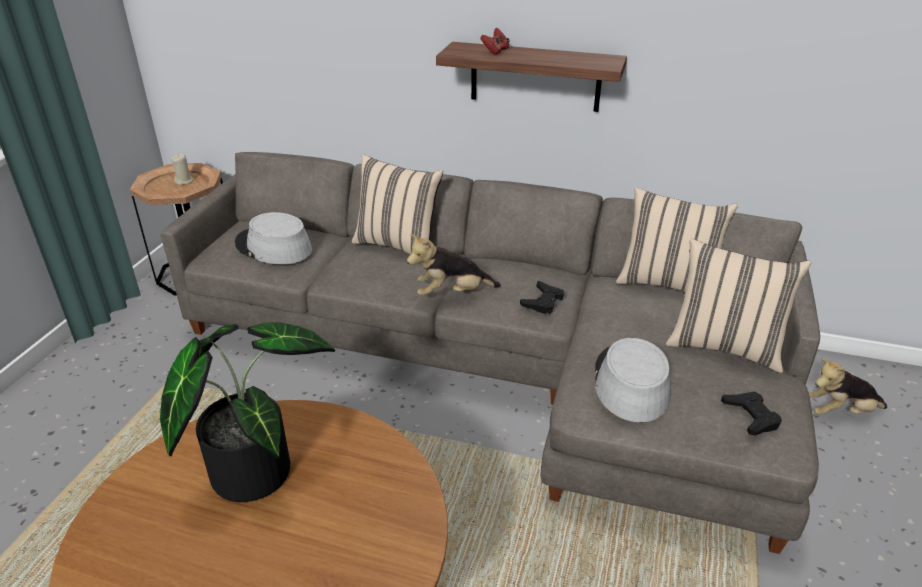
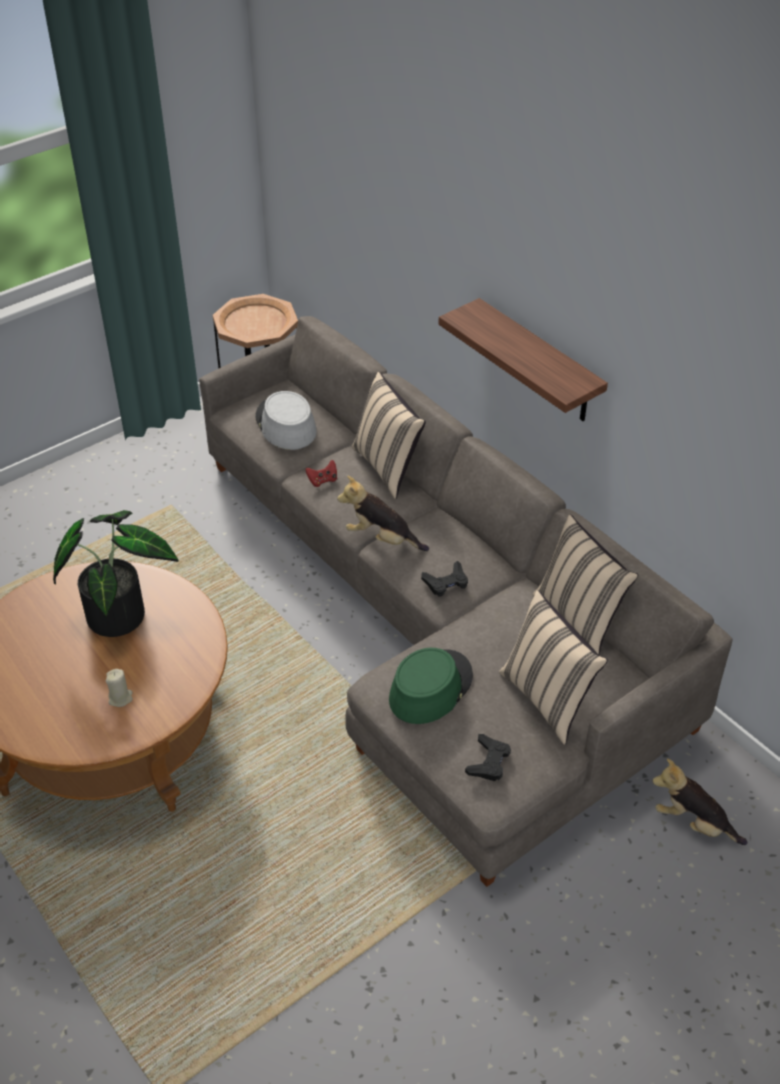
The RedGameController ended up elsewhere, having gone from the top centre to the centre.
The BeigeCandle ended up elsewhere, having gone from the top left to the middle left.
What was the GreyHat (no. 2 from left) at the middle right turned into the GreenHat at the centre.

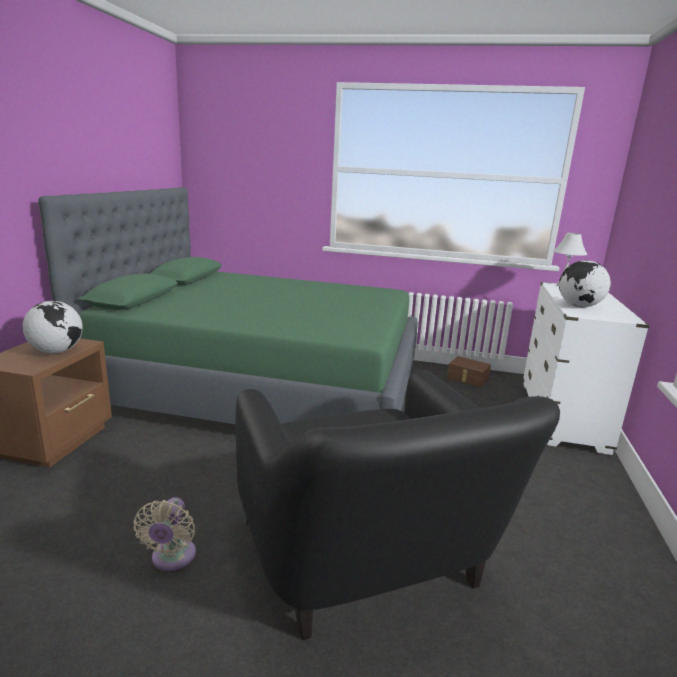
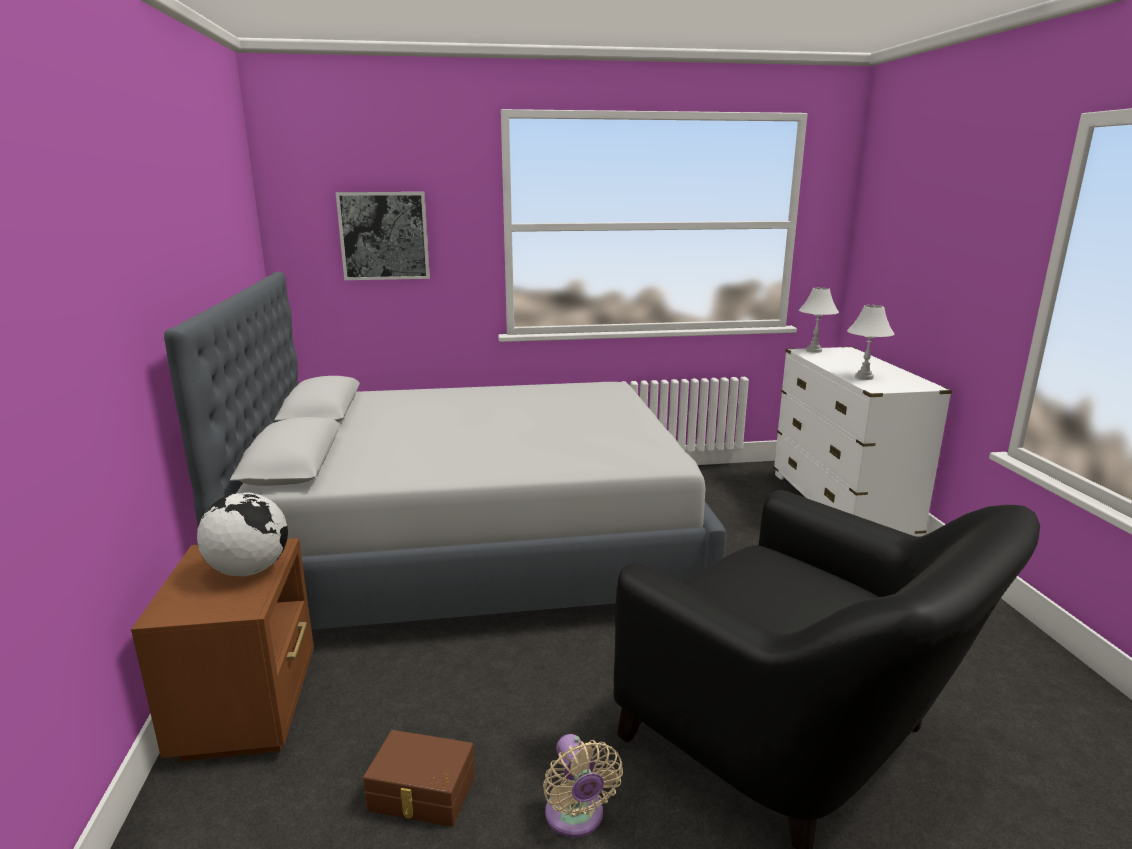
What was the GreenBed at the centre turned into the GreyBed at the centre.
Where the Globe (no. 2 from left) stood at the middle right, the WhiteTableLamp (no. 2 from left) came to stand at the middle right.
The BrownStorageBox ended up elsewhere, having gone from the middle right to the bottom centre.
The second view gained the Picture at the top centre.

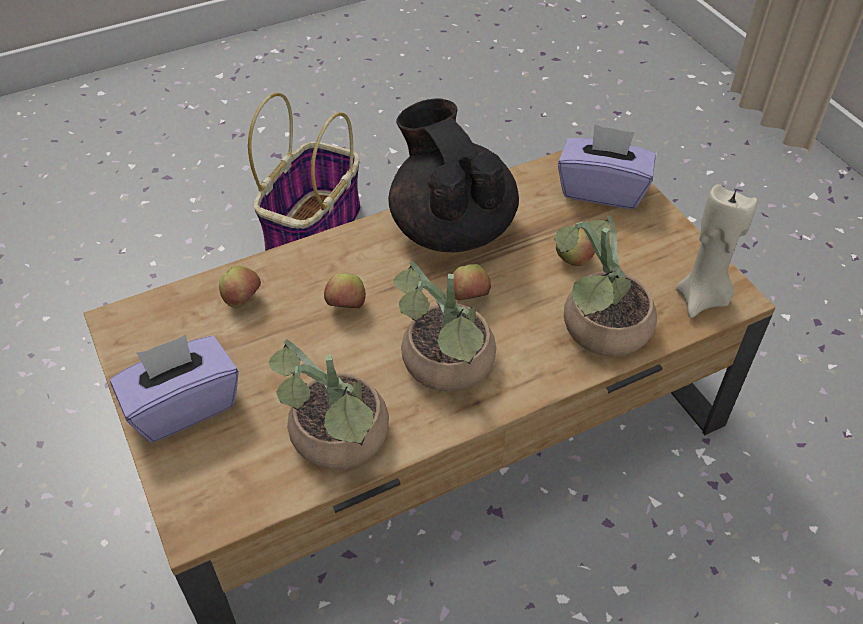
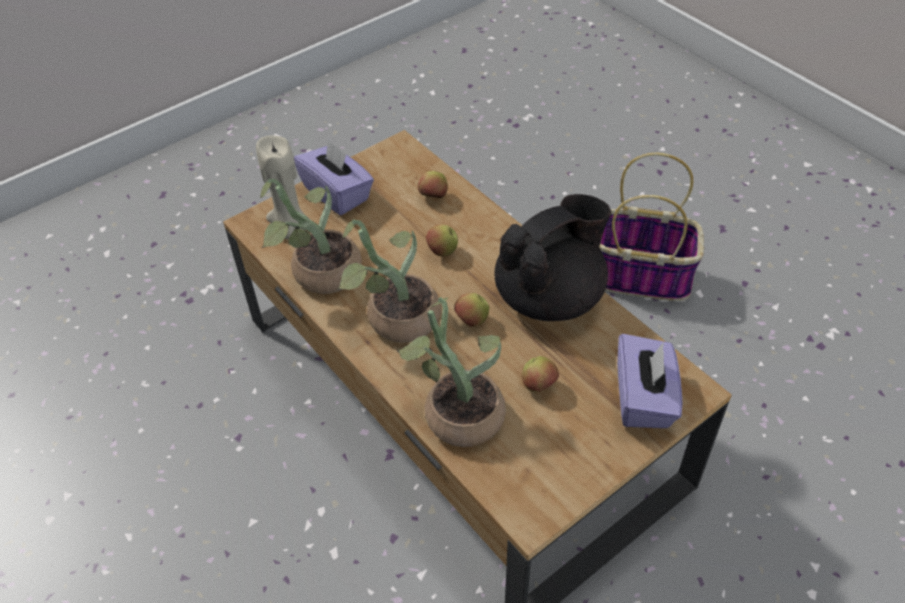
The BeigeCandle ended up elsewhere, having gone from the middle right to the top left.

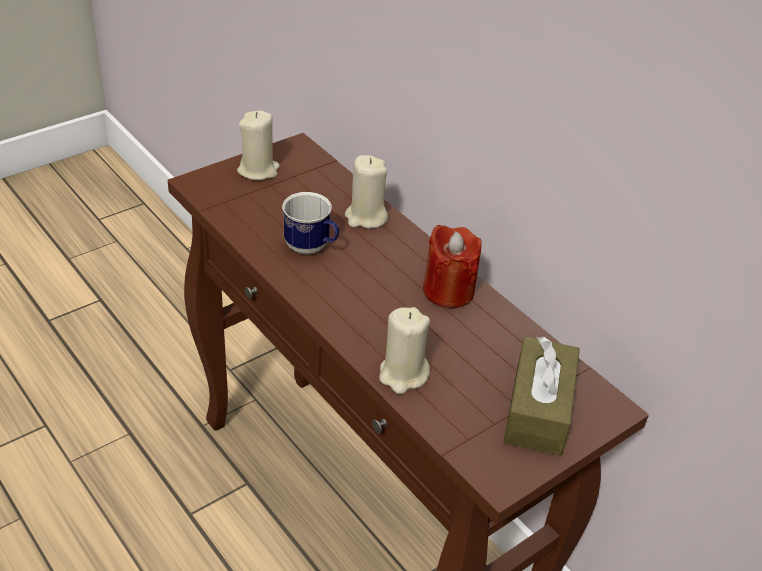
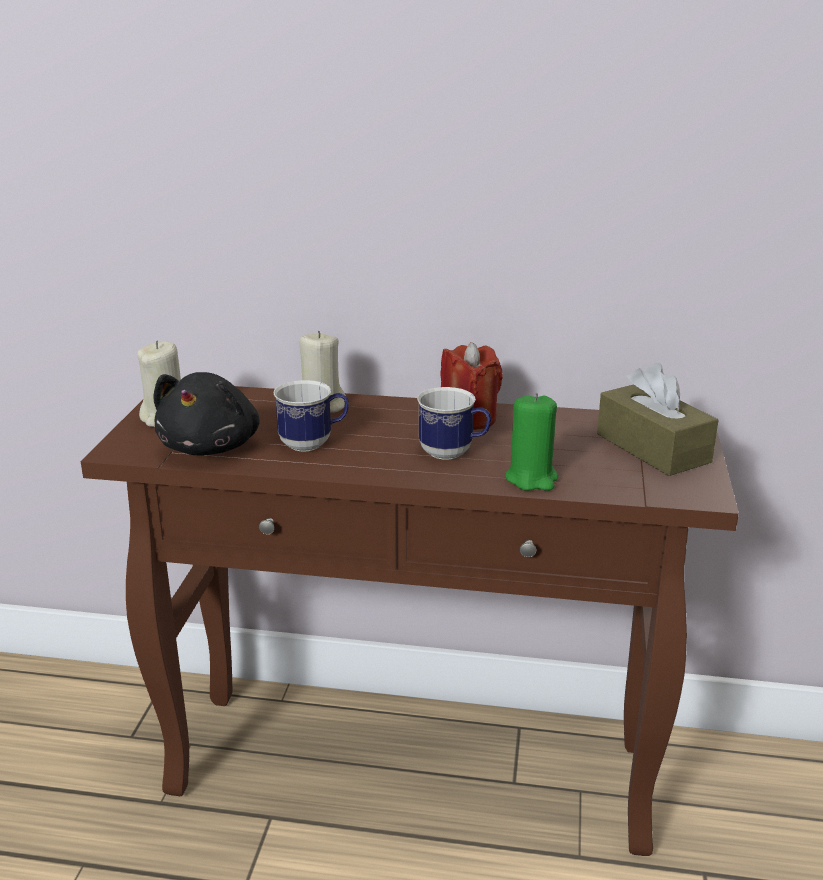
What was the BeigeCandle (no. 3 from left) at the centre turned into the GreenCandle at the centre.
The second view gained the BlackPlushToy at the middle left.
The second view gained the Mug (no. 2 from left) at the centre.

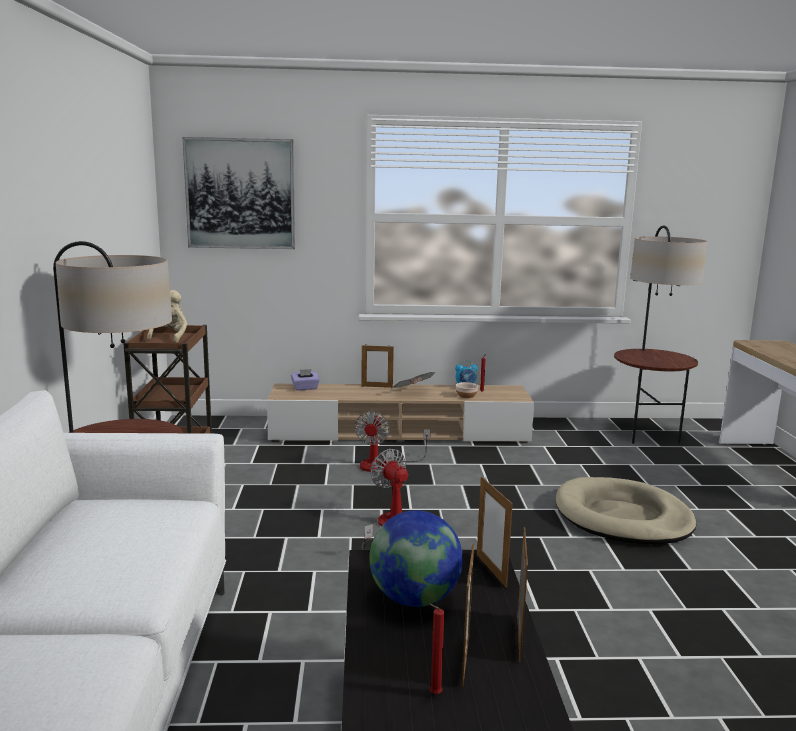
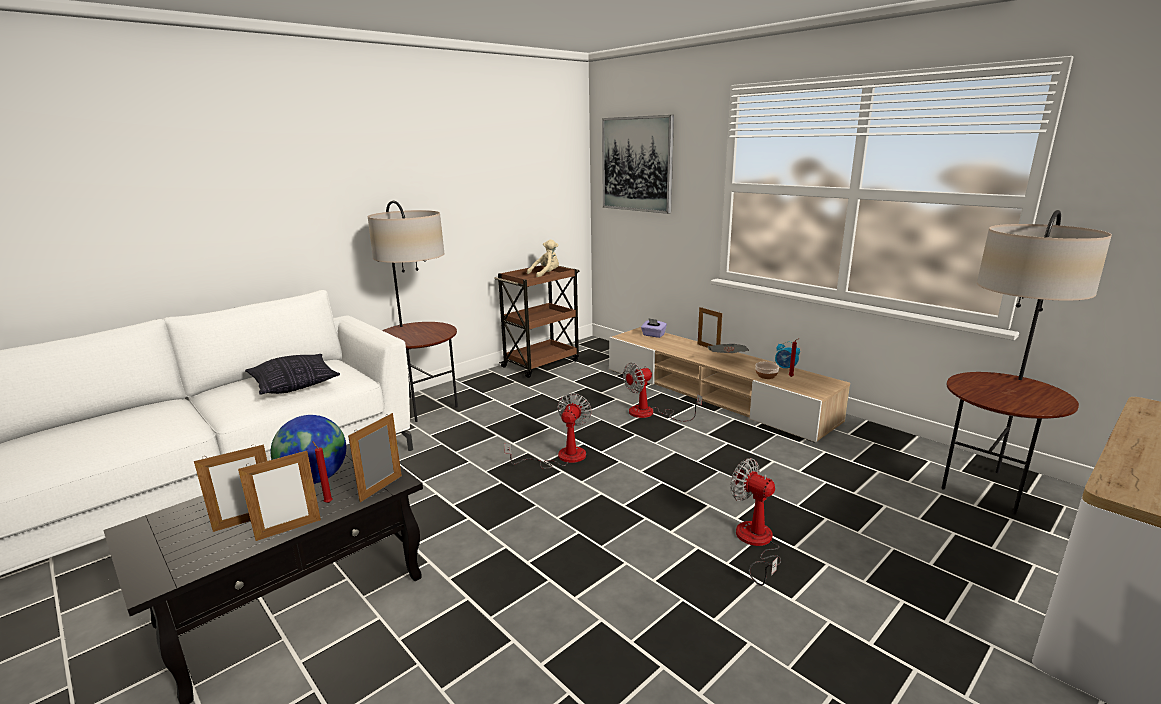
Where the BeigeDogBed stood at the bottom right, the Fan (no. 3 from left) came to stand at the bottom centre.
The RedCandle (no. 1 from left) ended up elsewhere, having gone from the bottom centre to the bottom left.
The second view gained the Pillow at the middle left.

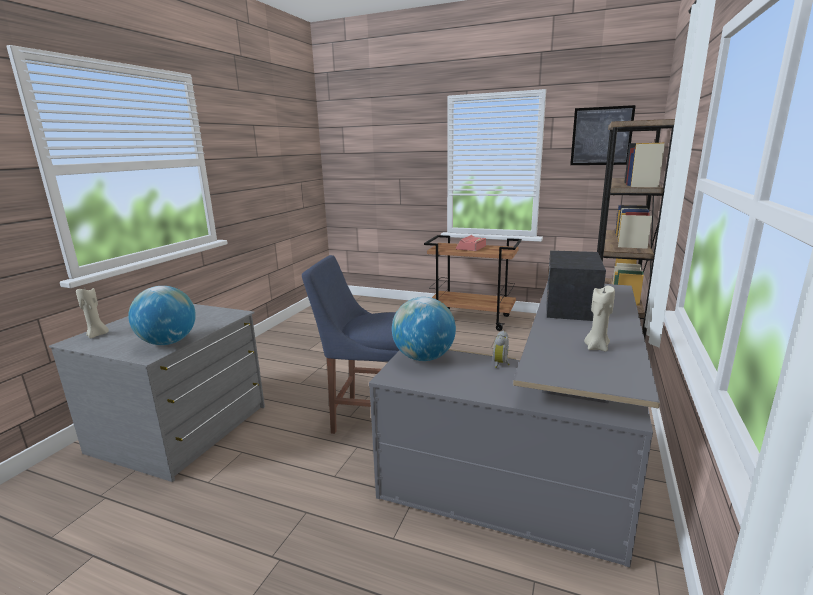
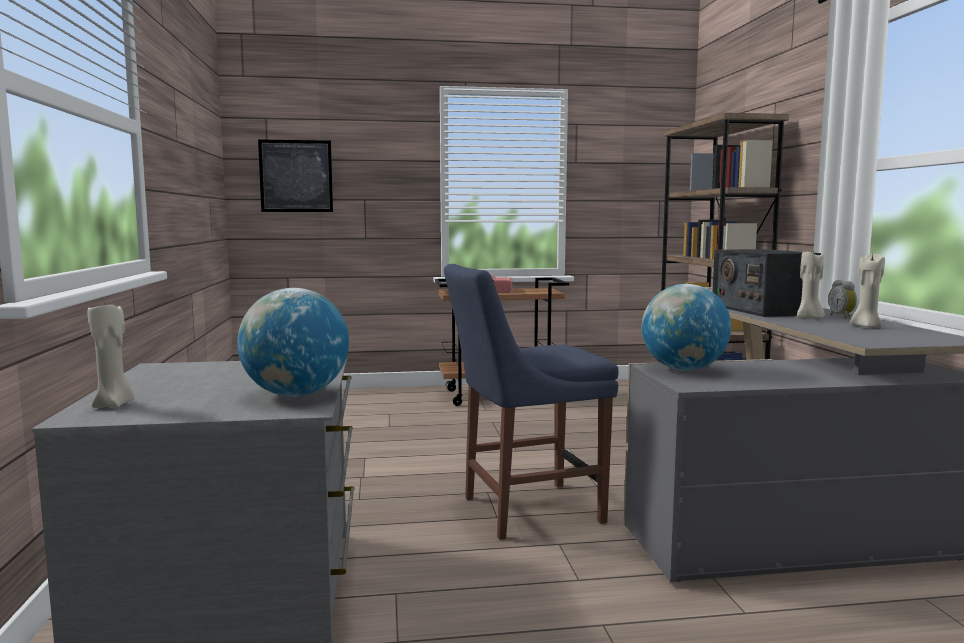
The Picture ended up elsewhere, having gone from the top right to the top left.
The AlarmClock (no. 2 from left) ended up elsewhere, having gone from the centre to the middle right.
The second view gained the BeigeCandle (no. 2 from left) at the middle right.

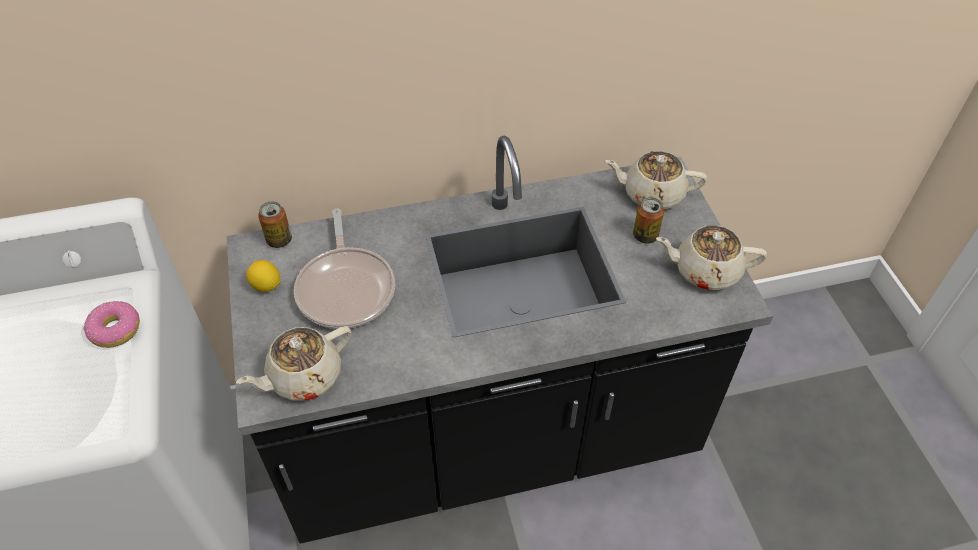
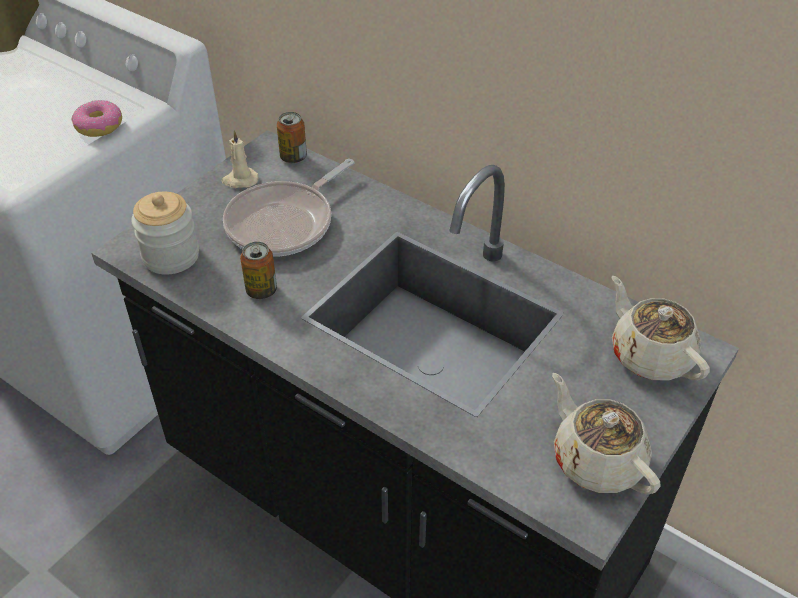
The Can (no. 2 from left in the first image) ended up elsewhere, having gone from the centre to the middle left.
Where the Lemon stood at the middle left, the BeigeCandle came to stand at the top left.
Where the BeigeTeapot (no. 1 from left) stood at the middle left, the Jar came to stand at the middle left.

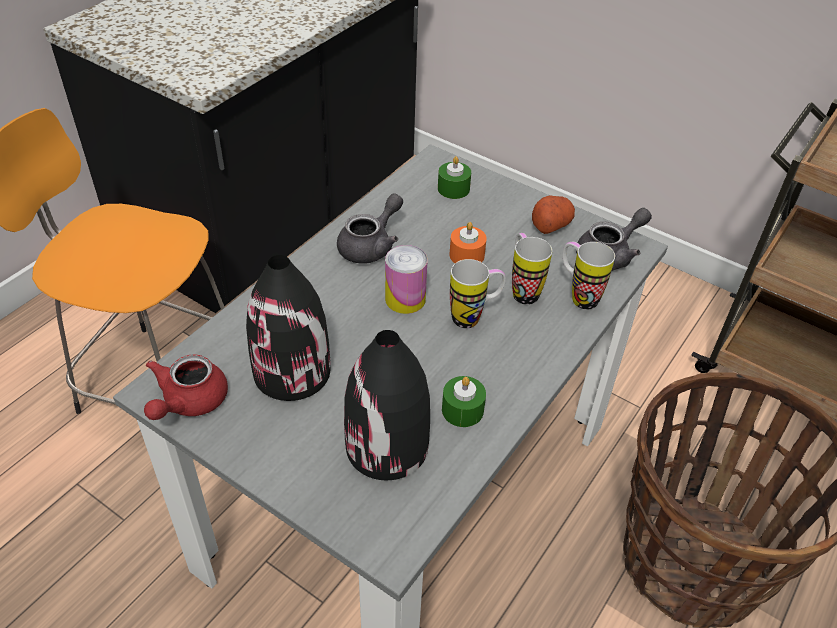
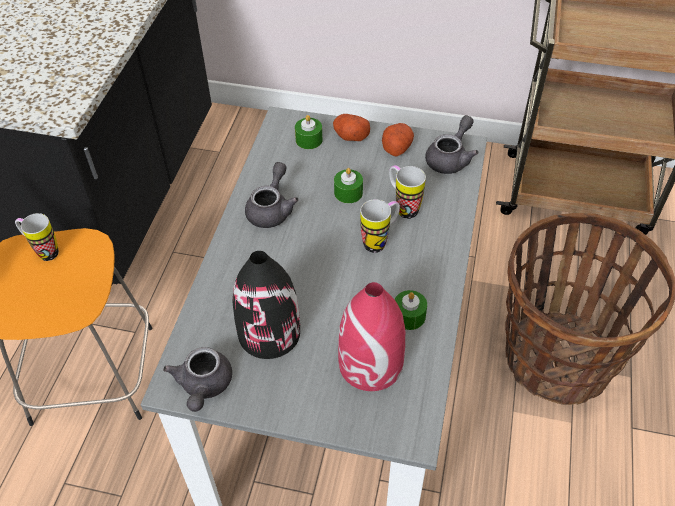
What was the OrangeCandle at the centre turned into the GreenCandle (no. 2 from left) at the centre.
The Mug (no. 3 from left in the first image) ended up elsewhere, having gone from the middle right to the middle left.
The second view lost the Can at the centre.
What was the BlackVase (no. 2 from left) at the centre turned into the RedVase at the centre.
What was the RedTeapot at the middle left turned into the GreyTeapot (no. 1 from left) at the bottom left.
The second view gained the Potato (no. 1 from left) at the top centre.

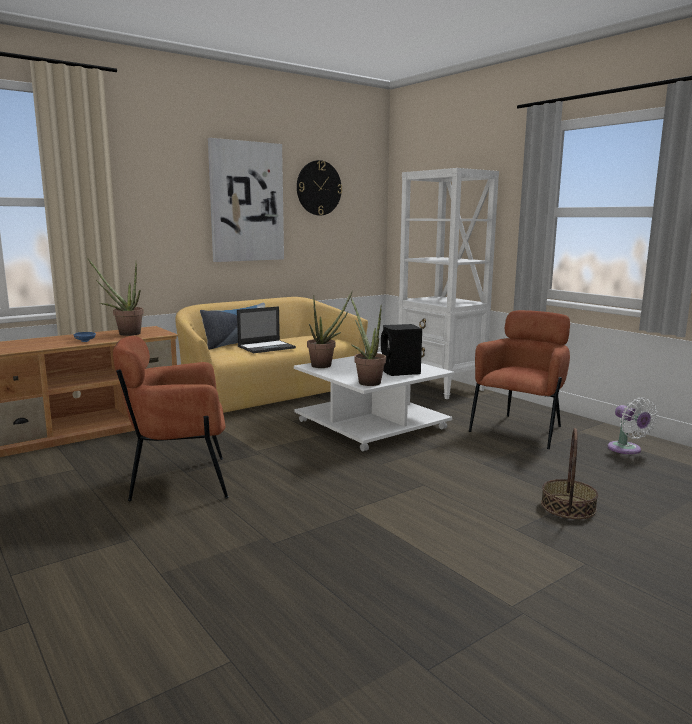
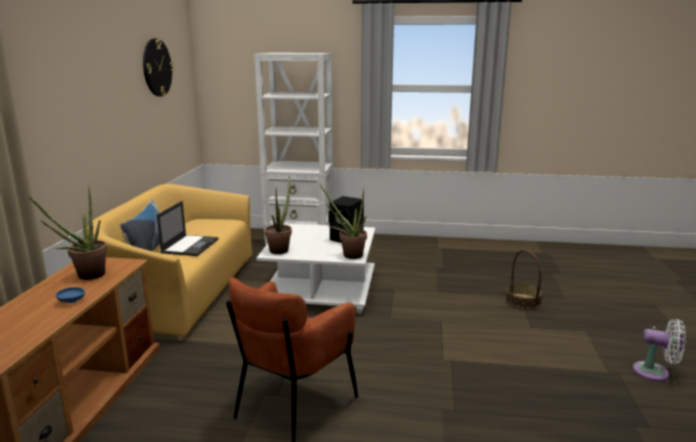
The second view lost the Picture at the top centre.
The second view lost the BrownArmchair (no. 2 from left) at the middle right.
The WhiteFan ended up elsewhere, having gone from the middle right to the bottom right.

